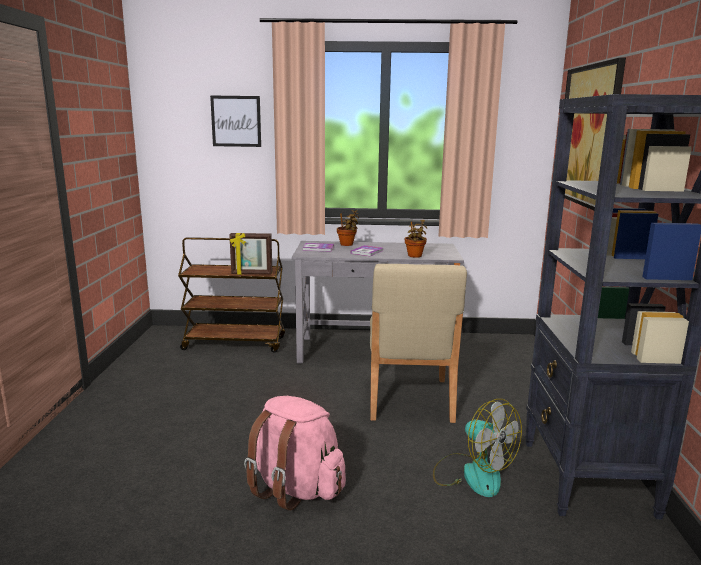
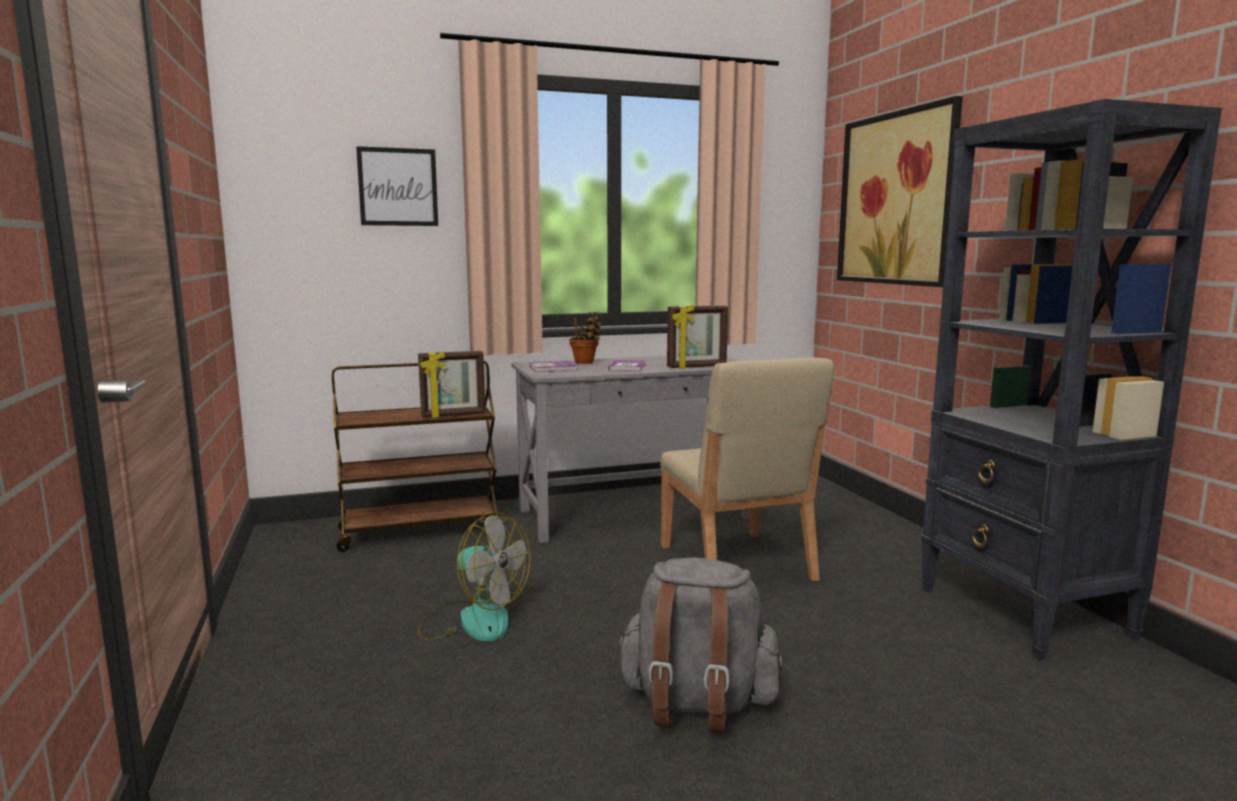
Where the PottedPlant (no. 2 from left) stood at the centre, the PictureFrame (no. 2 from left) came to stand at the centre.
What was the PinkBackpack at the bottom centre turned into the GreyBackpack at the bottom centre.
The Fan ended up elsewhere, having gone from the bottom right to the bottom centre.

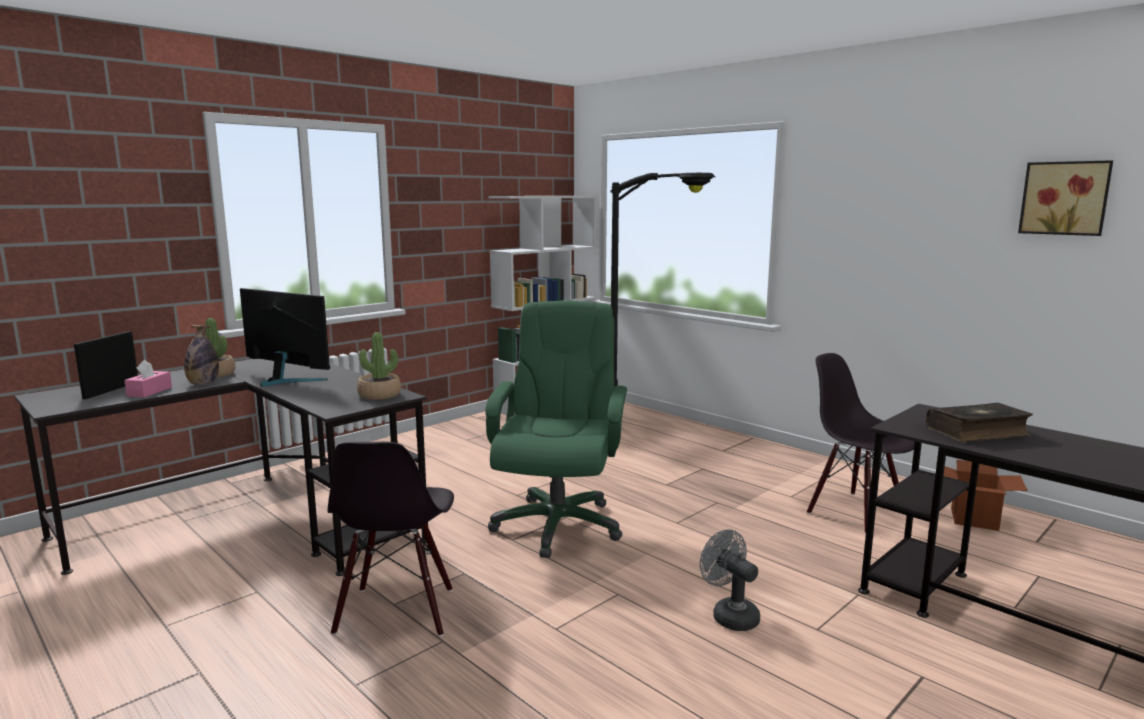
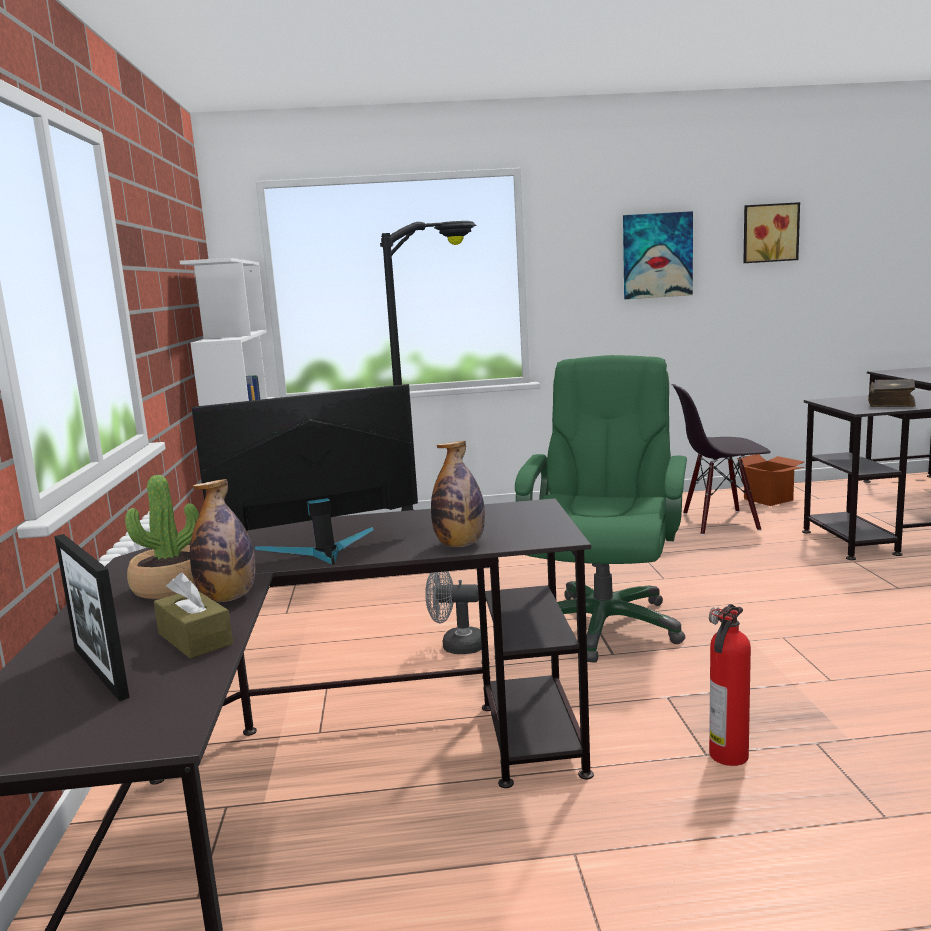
The GreenOfficeChair at the centre ended up facing another way, 60 degrees clockwise from before.
The second view lost the PottedPlant (no. 2 from left) at the middle left.
What was the PinkTissueBox at the middle left turned into the BrownTissueBox at the middle left.
Where the BlackChair (no. 1 from left) stood at the bottom centre, the FireExtinguisher came to stand at the bottom right.
The GreyFan ended up elsewhere, having gone from the bottom centre to the centre.
The second view gained the Picture (no. 1 from left) at the top right.
The second view gained the Bottle (no. 2 from left) at the centre.

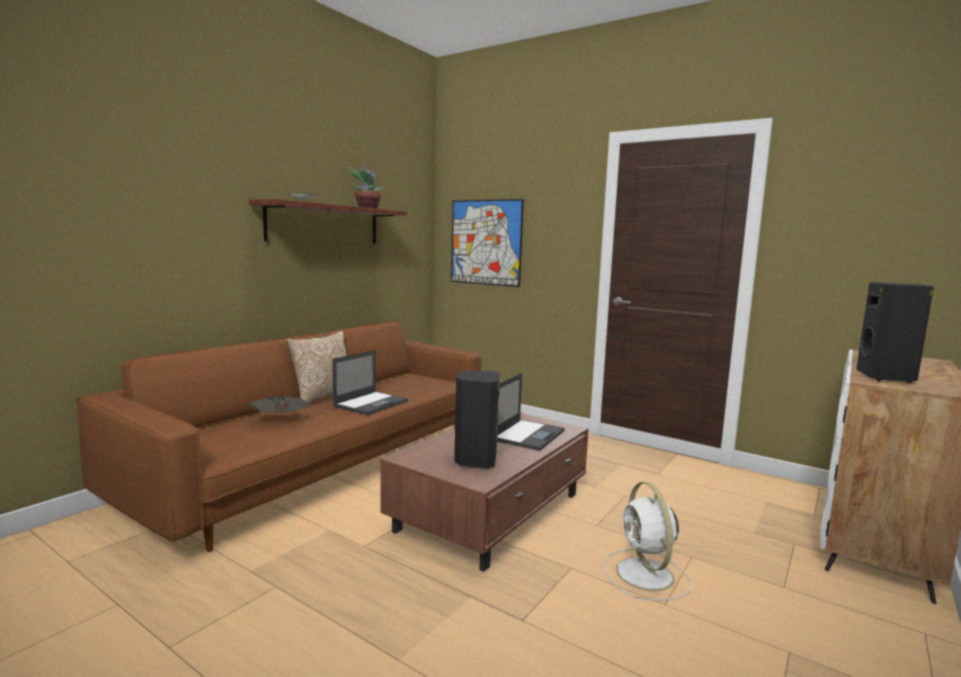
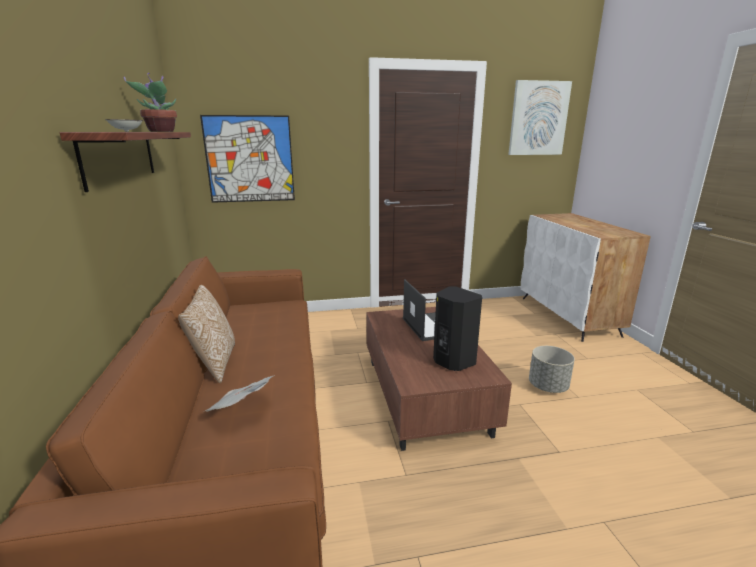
The second view lost the BlackSpeaker (no. 2 from left) at the middle right.
The second view lost the Laptop (no. 1 from left) at the centre.
Where the WhiteFan stood at the bottom right, the GreyPlanter came to stand at the middle right.
The second view gained the Picture (no. 2 from left) at the top right.

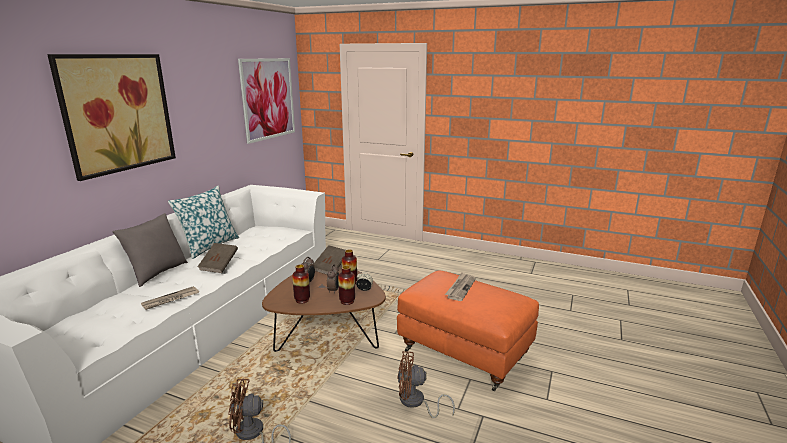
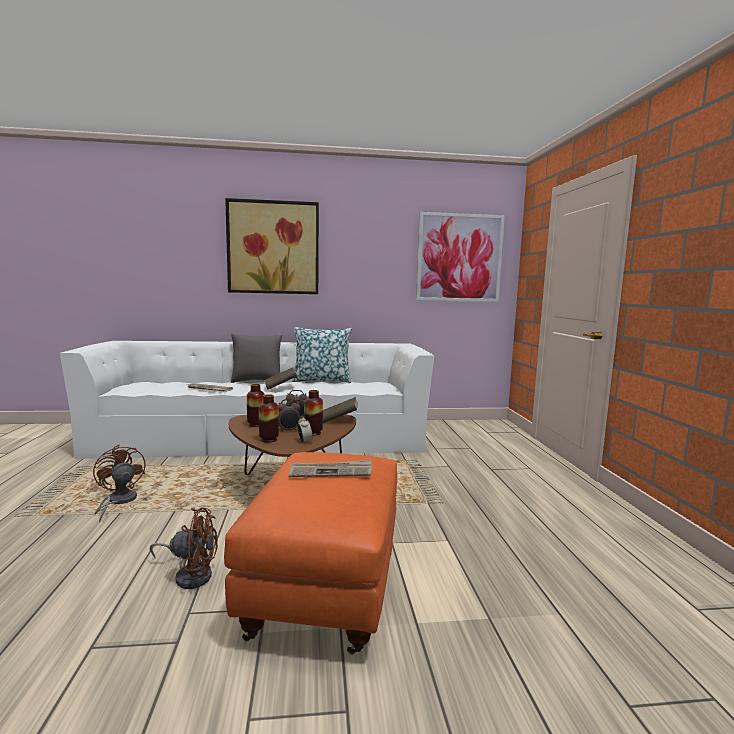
The BrownFan (no. 2 from left) at the bottom centre ended up facing another way, 120 degrees clockwise from before.

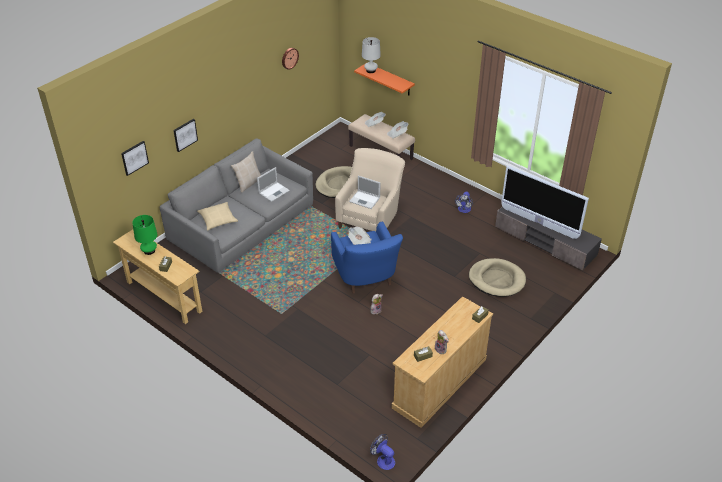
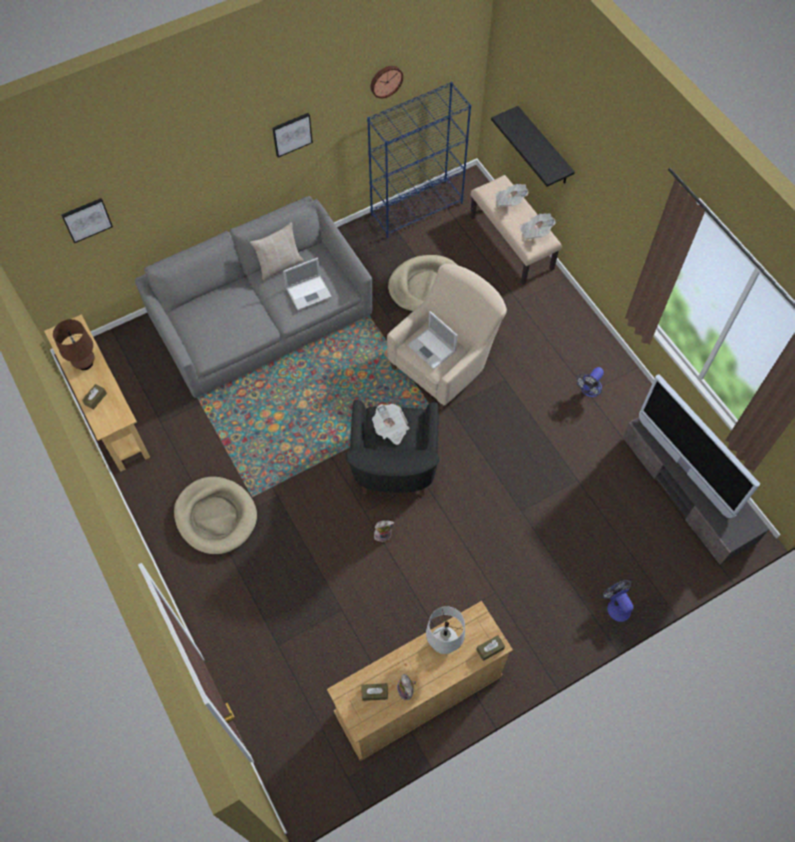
The WhiteTableLamp ended up elsewhere, having gone from the top centre to the bottom centre.
What was the OrangeShelf at the top centre turned into the BlackShelf at the top right.
The Picture (no. 2 from left) ended up elsewhere, having gone from the top left to the top centre.
The second view lost the BeigePillow (no. 1 from left) at the middle left.
What was the GreenTableLamp at the middle left turned into the BrownTableLamp at the middle left.
What was the BlueArmchair at the centre turned into the BlackArmchair at the centre.
The BeigeDogBed (no. 2 from left in the first image) ended up elsewhere, having gone from the middle right to the middle left.
The Fan (no. 1 from left in the first image) ended up elsewhere, having gone from the bottom centre to the bottom right.
The second view gained the BlueBookcase at the top centre.

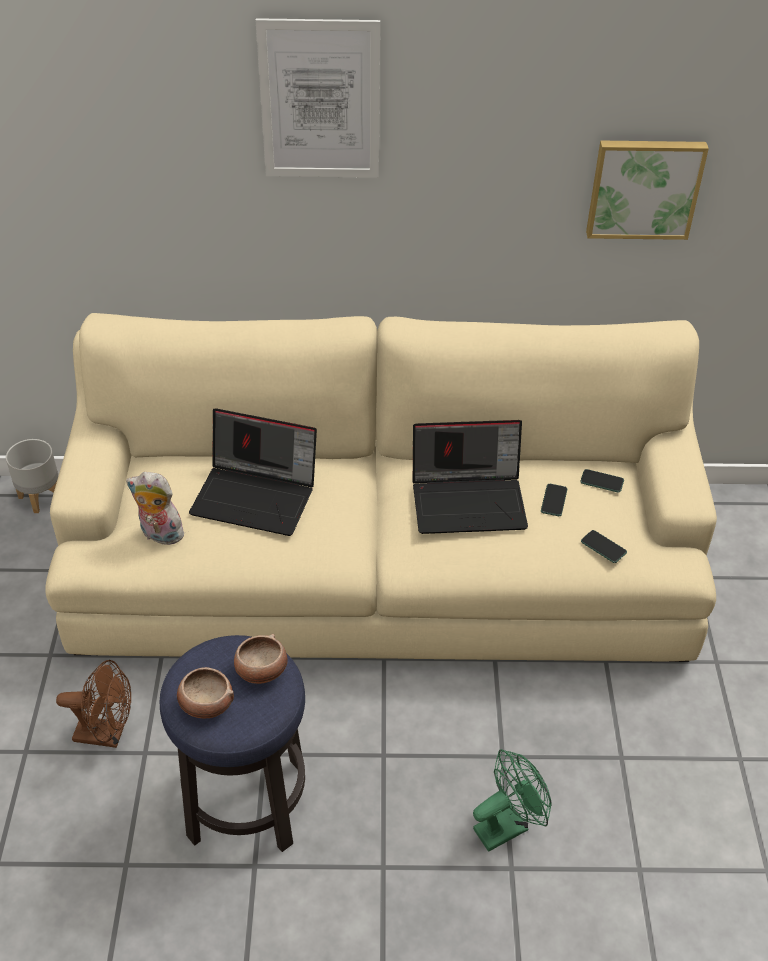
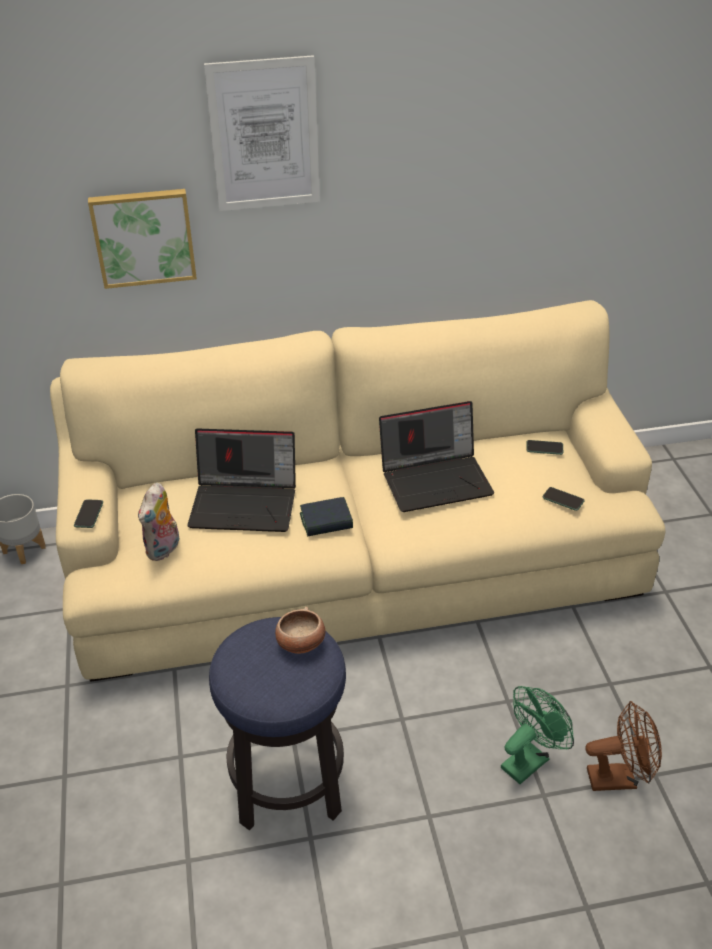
The Picture (no. 2 from left in the first image) ended up elsewhere, having gone from the top right to the top left.
The PlushToy at the middle left ended up facing another way, 75 degrees counterclockwise from before.
The Phone (no. 1 from left) ended up elsewhere, having gone from the middle right to the middle left.
The BrownFan ended up elsewhere, having gone from the bottom left to the bottom right.
The second view lost the Bowl (no. 1 from left) at the bottom left.
The second view gained the Book at the centre.

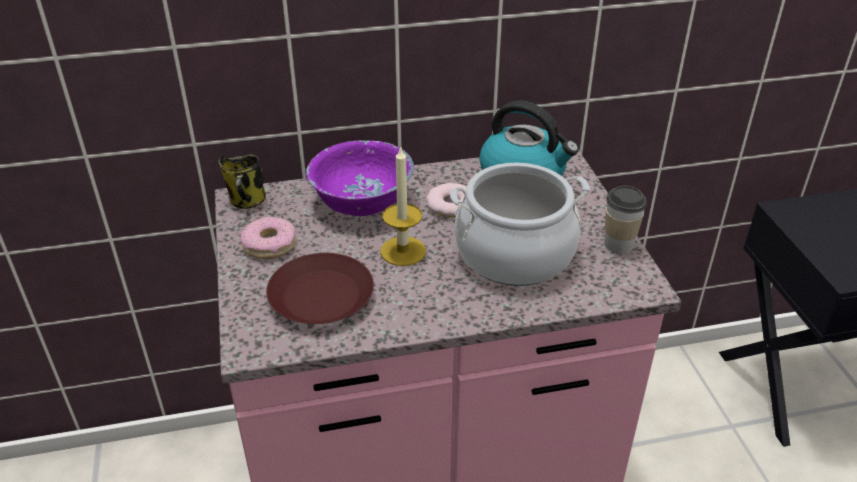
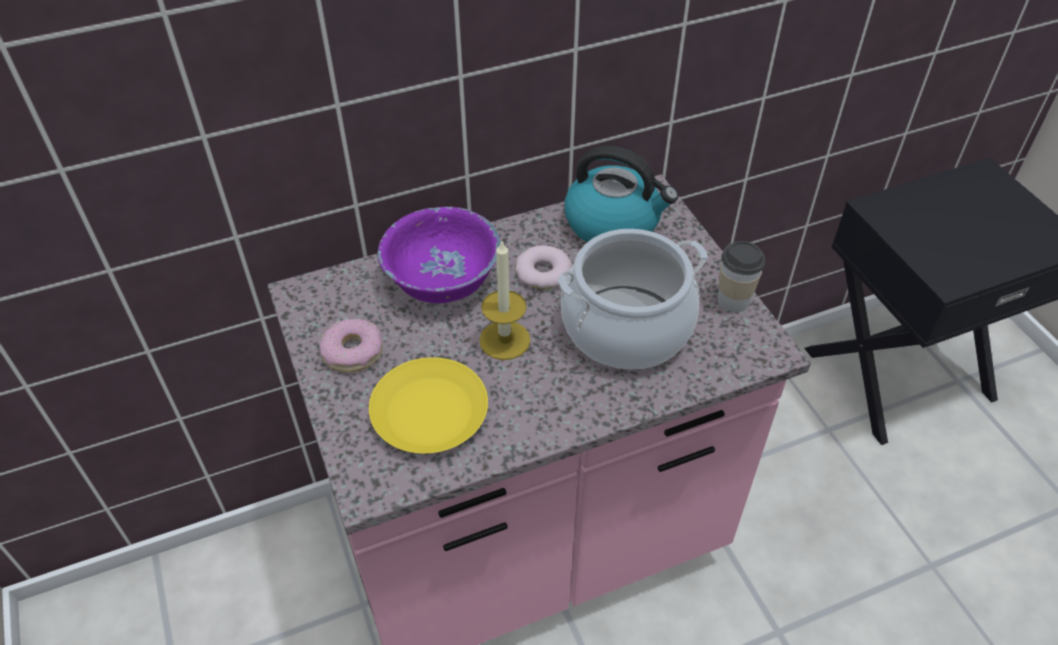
The second view lost the Mug at the middle left.
What was the BrownPlate at the centre turned into the YellowPlate at the centre.

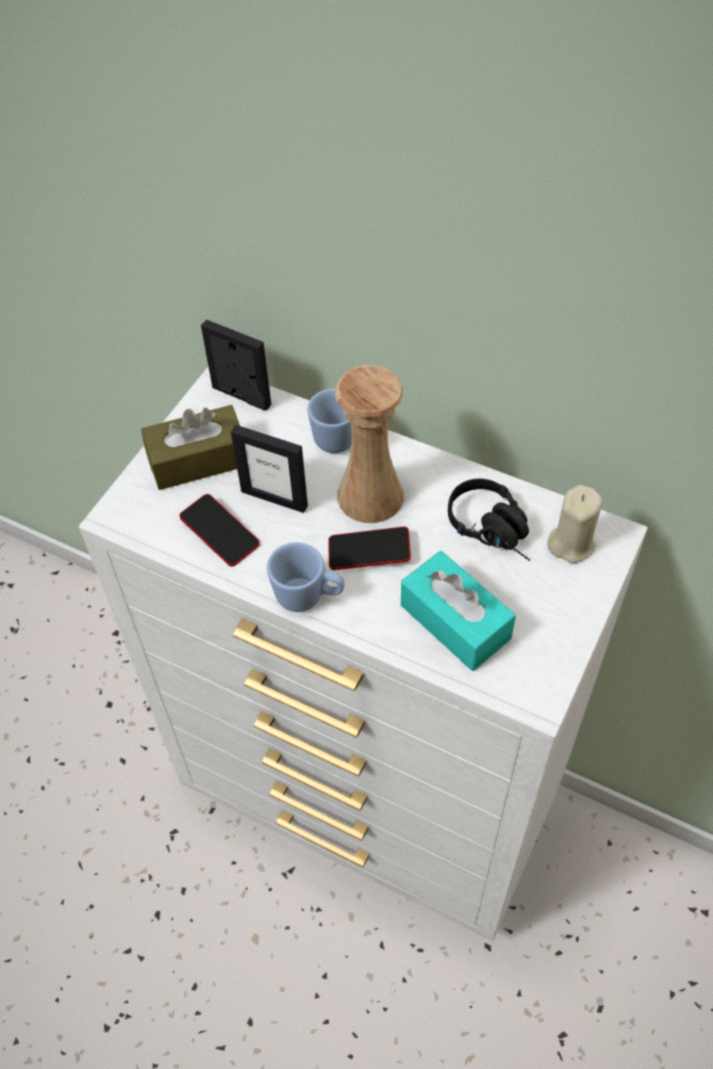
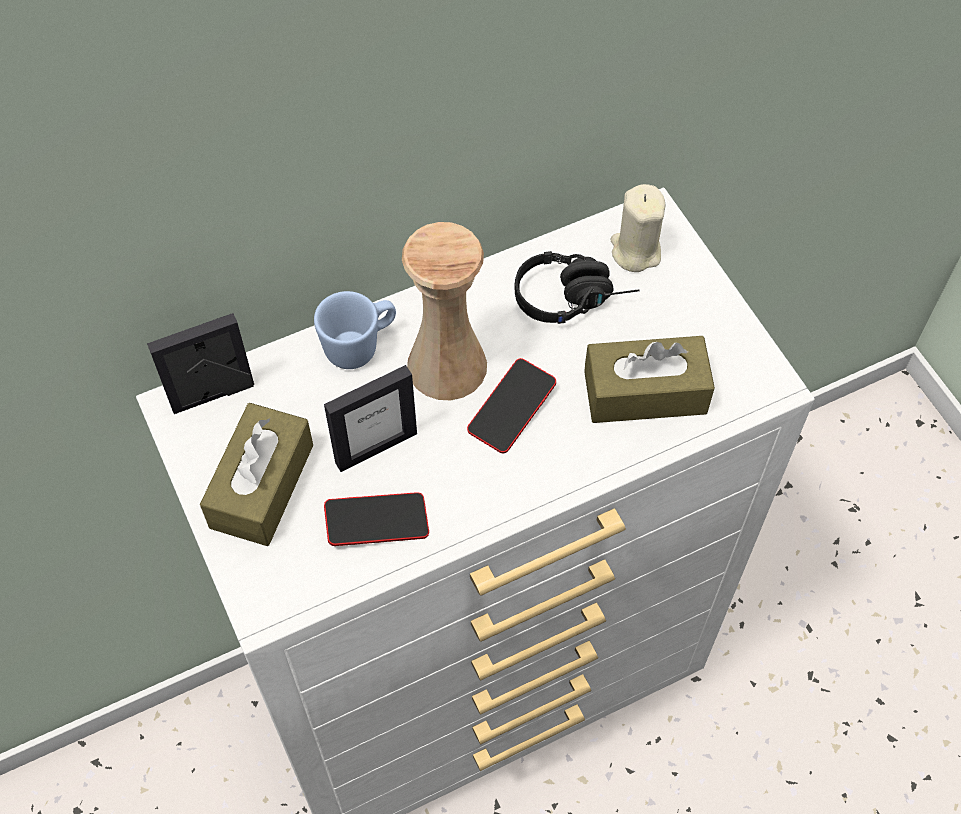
The second view lost the BlueMug (no. 1 from left) at the centre.
What was the TurquoiseTissueBox at the centre turned into the BrownTissueBox (no. 2 from left) at the middle right.

